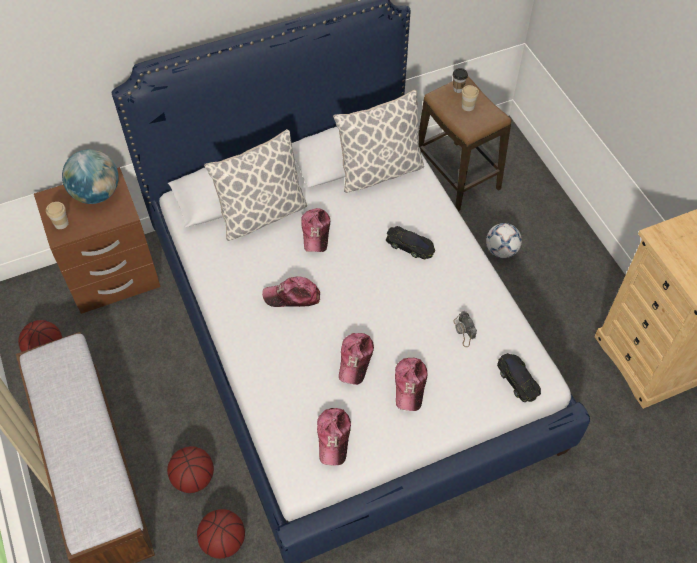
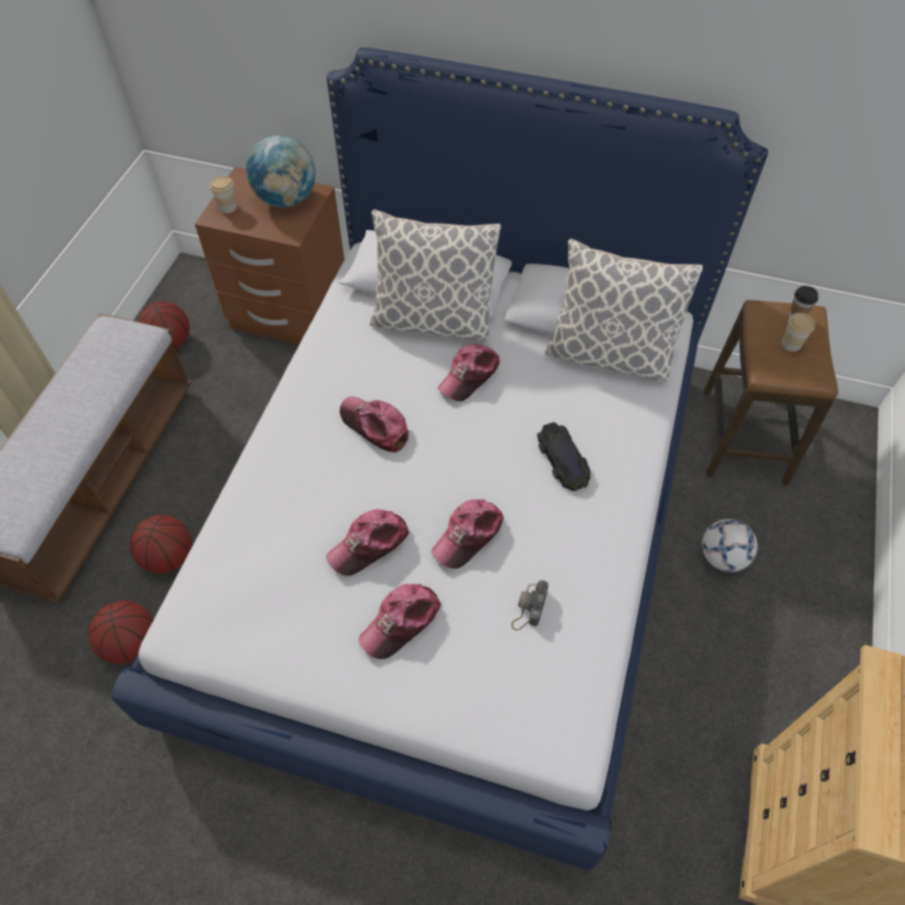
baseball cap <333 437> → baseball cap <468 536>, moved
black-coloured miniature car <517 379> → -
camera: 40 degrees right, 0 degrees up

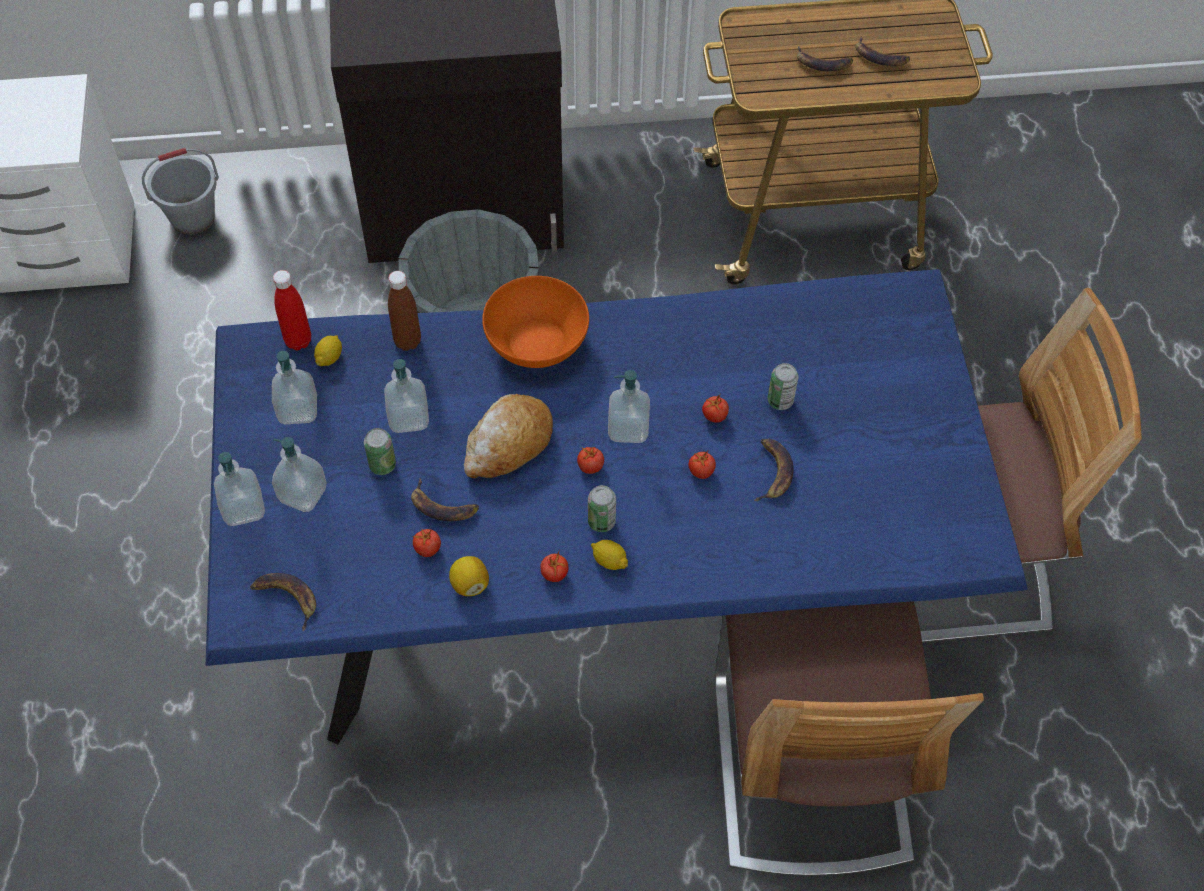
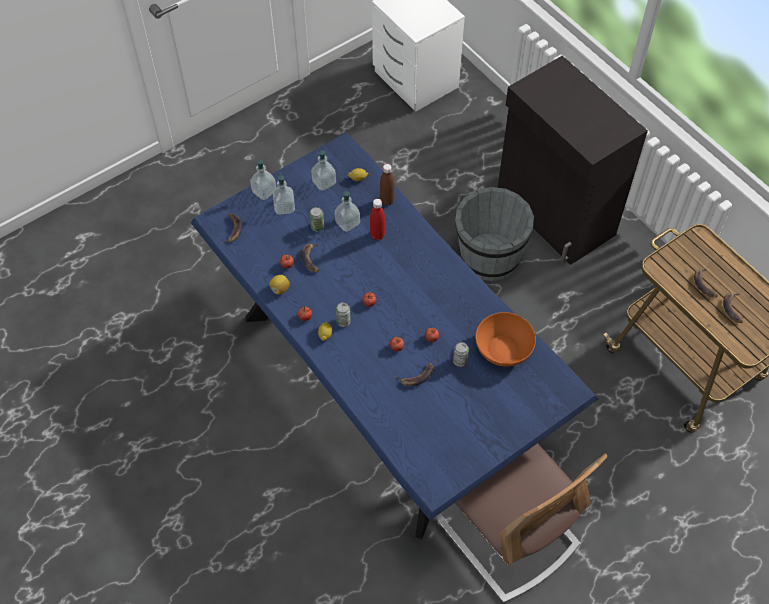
red beverage bottle <298 341> → red beverage bottle <377 235>, moved
orangey deep dish <537 342> → orangey deep dish <503 349>, moved
grey water bucket <193 217> → -
bakery bread <508 445> → -
soap bottle <628 428> → -
chair <809 766> → -
camera: 60 degrees right, 0 degrees up

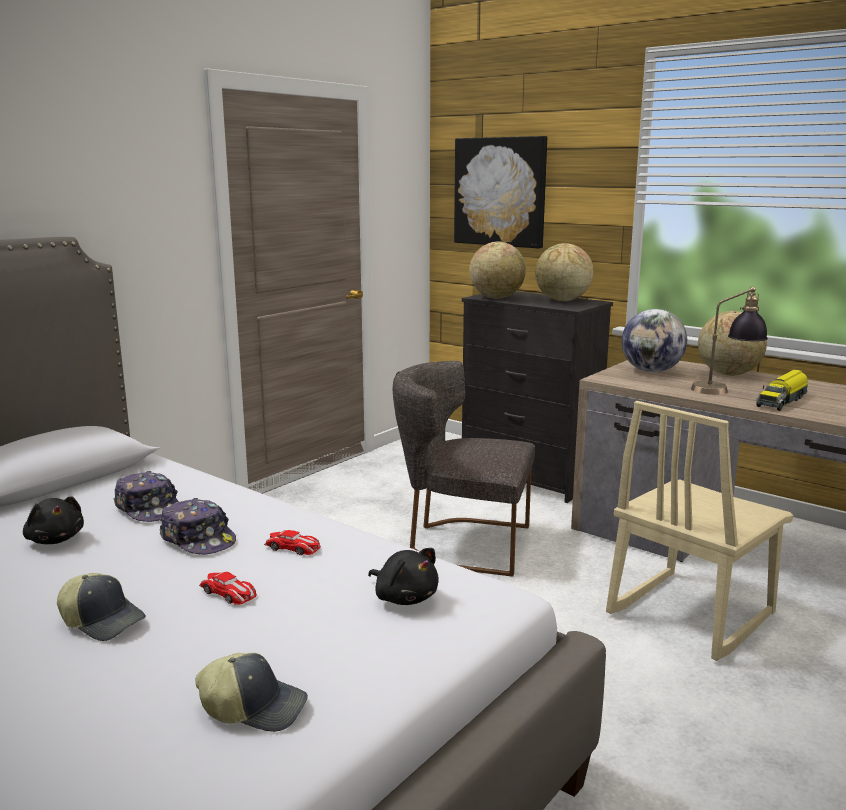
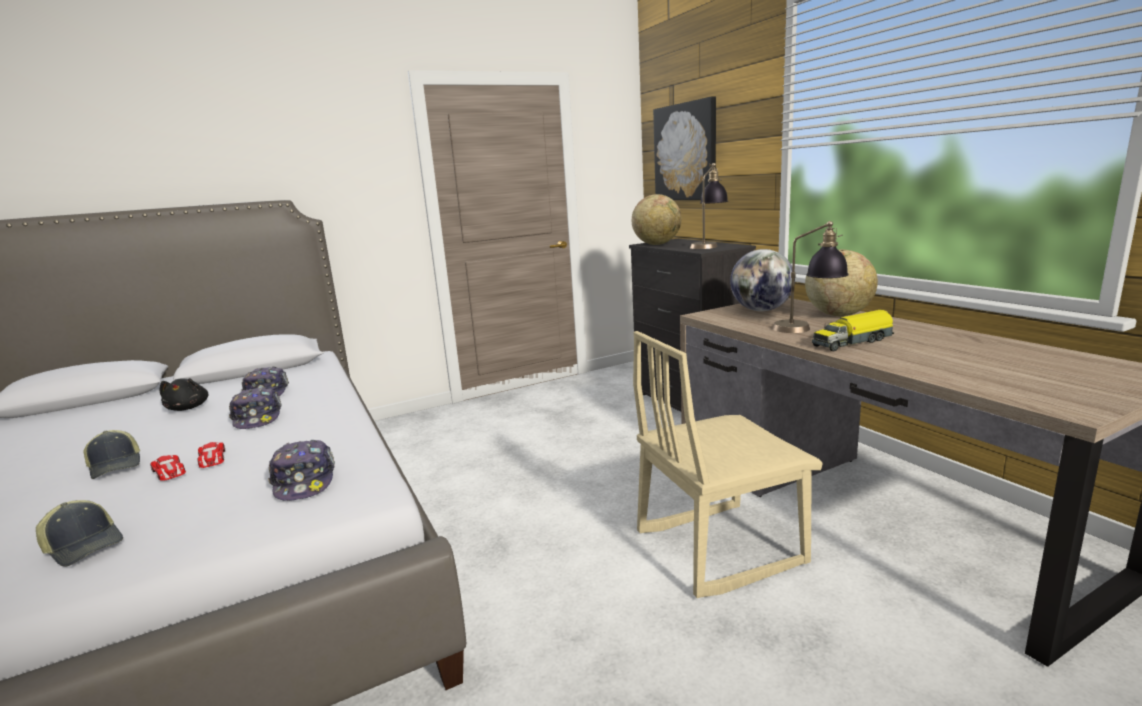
miniature car <293 547> → miniature car <169 471>, moved
black-coloured cuddly toy <404 597> → baseball cap <305 481>
globe <562 300> → table lamp <709 245>
grey chair <462 543> → -
camera: 25 degrees right, 0 degrees up

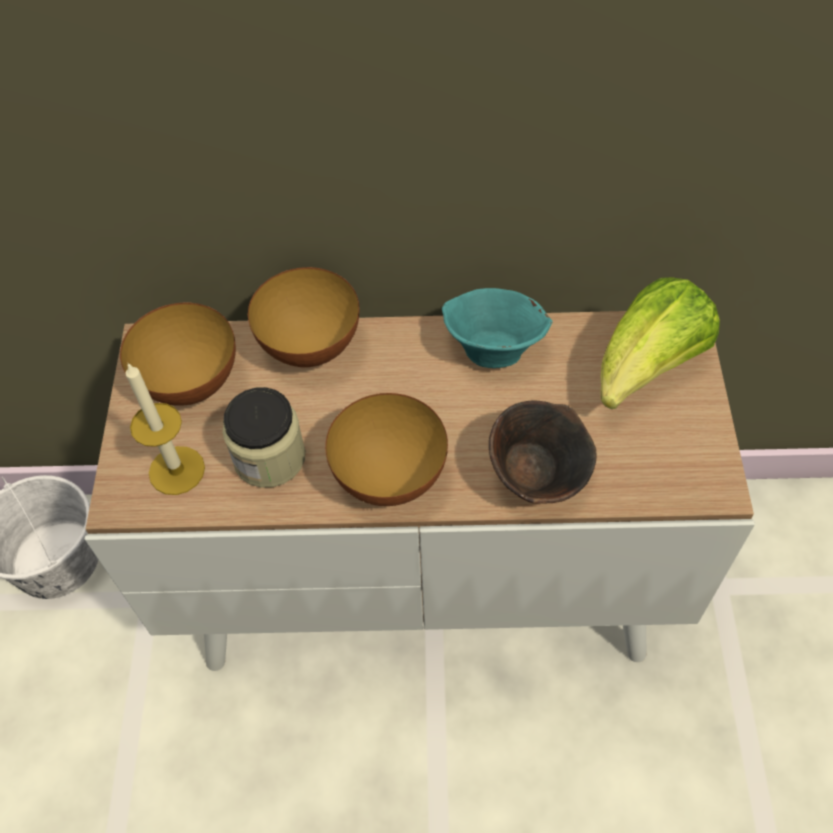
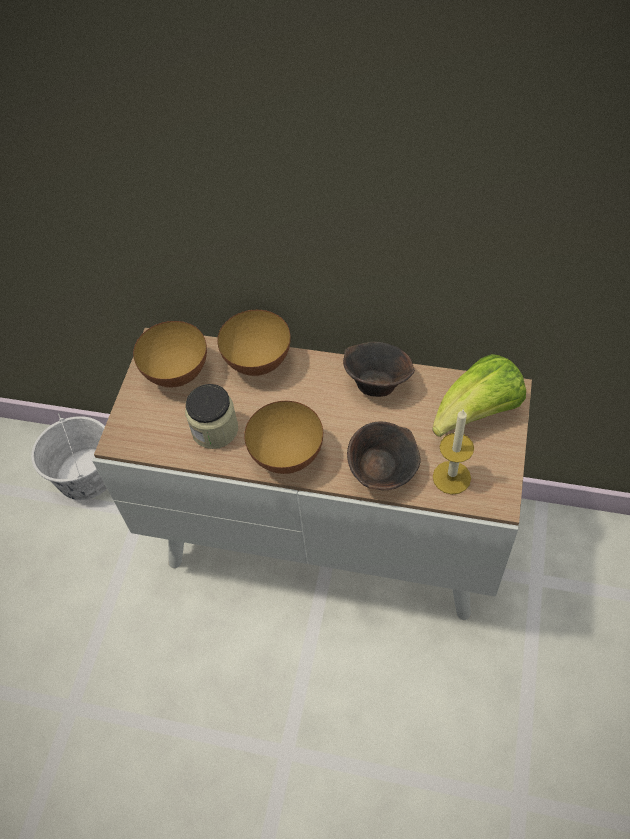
turquoise-coloured deep dish <492 348> → brownish deep dish <376 382>
candle <177 470> → candle <451 477>, moved
camera: 15 degrees right, 0 degrees up

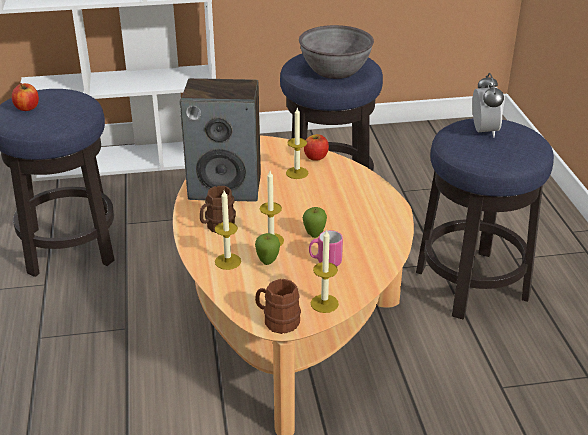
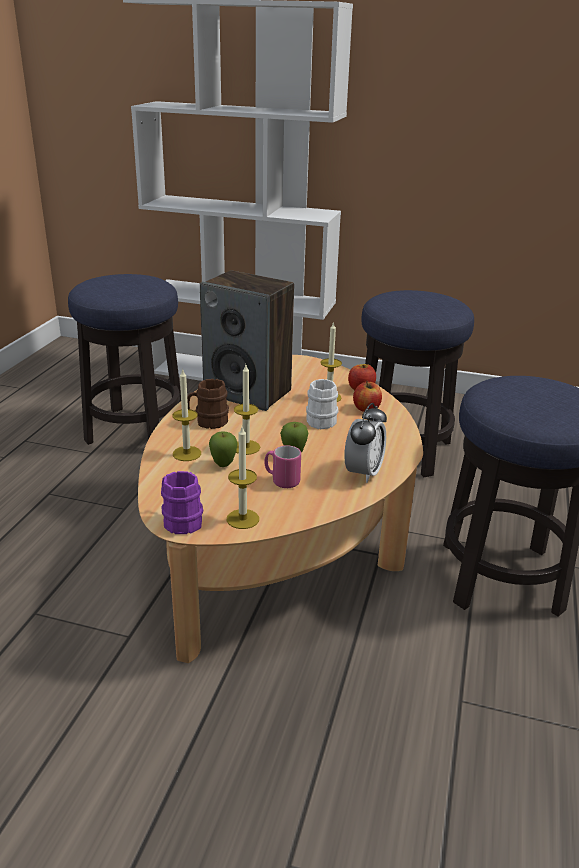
brownish coffee mug <277 321> → purple-coloured coffee mug <179 520>
- → white-coloured coffee mug <323 420>
bedside clock <483 131> → bedside clock <363 473>, moved
apple <27 108> → apple <366 408>, moved
grey deep dish <335 70> → -
camera: 25 degrees right, 5 degrees down

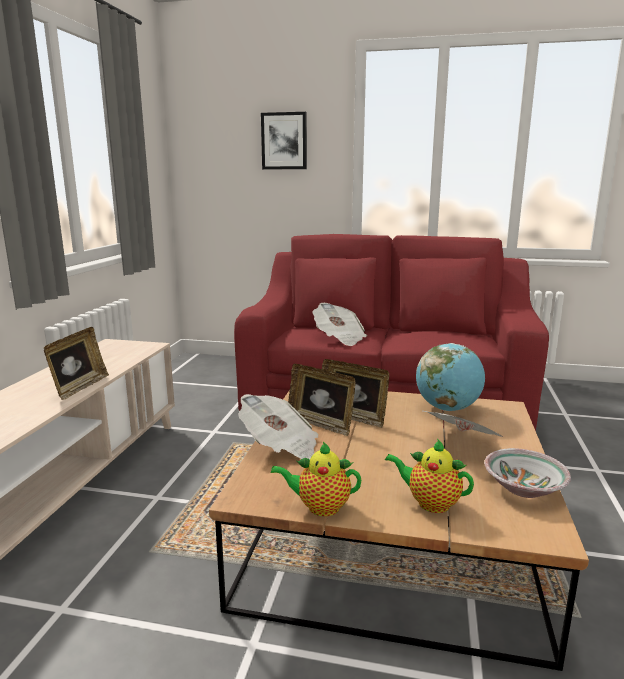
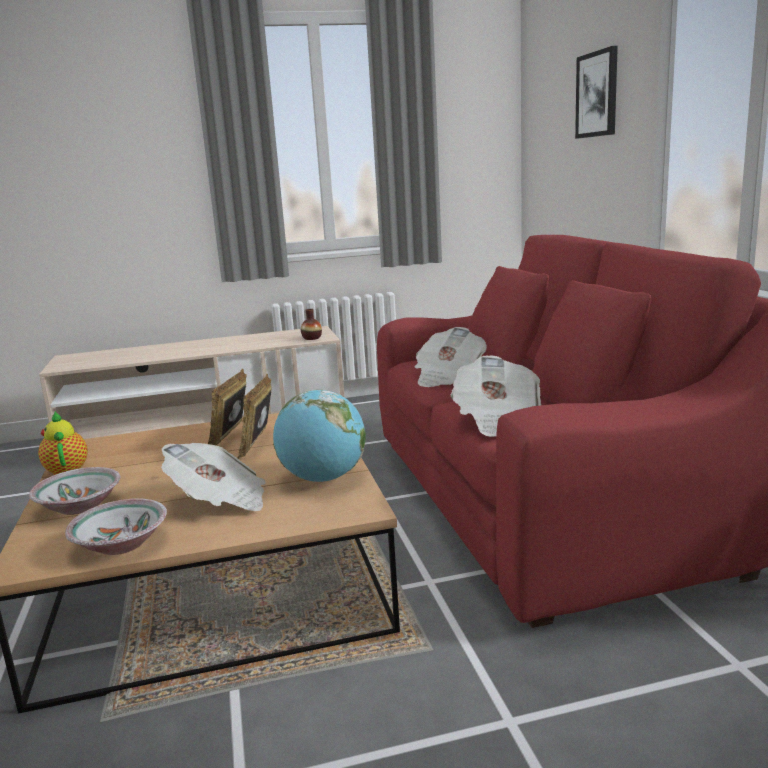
teapot <430 503> → deep dish <80 506>
- → vase <312 338>
newspaper <280 446> → newspaper <496 420>, moved
standing frame <79 387> → -
camera: 65 degrees right, 0 degrees up

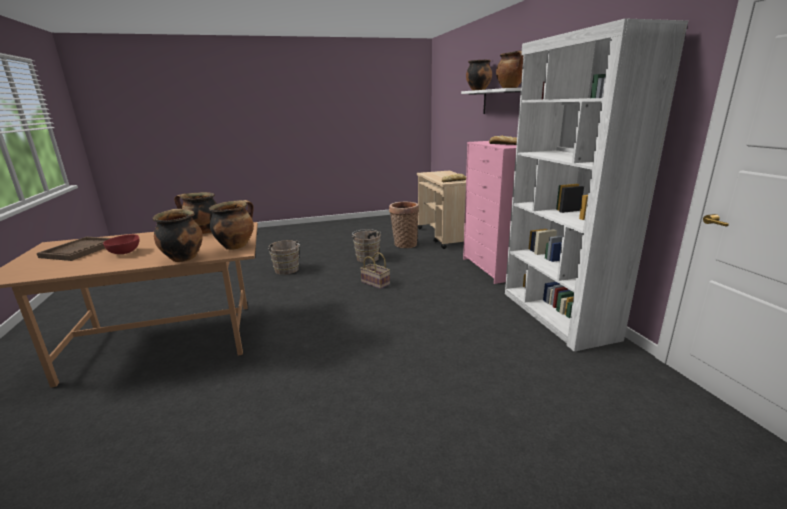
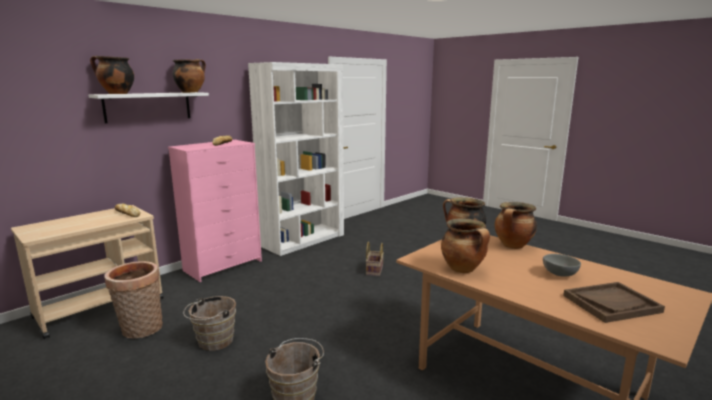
basket <376 283> → basket <374 270>, moved
red deep dish <126 252> → grey deep dish <558 274>
camera: 120 degrees left, 5 degrees down

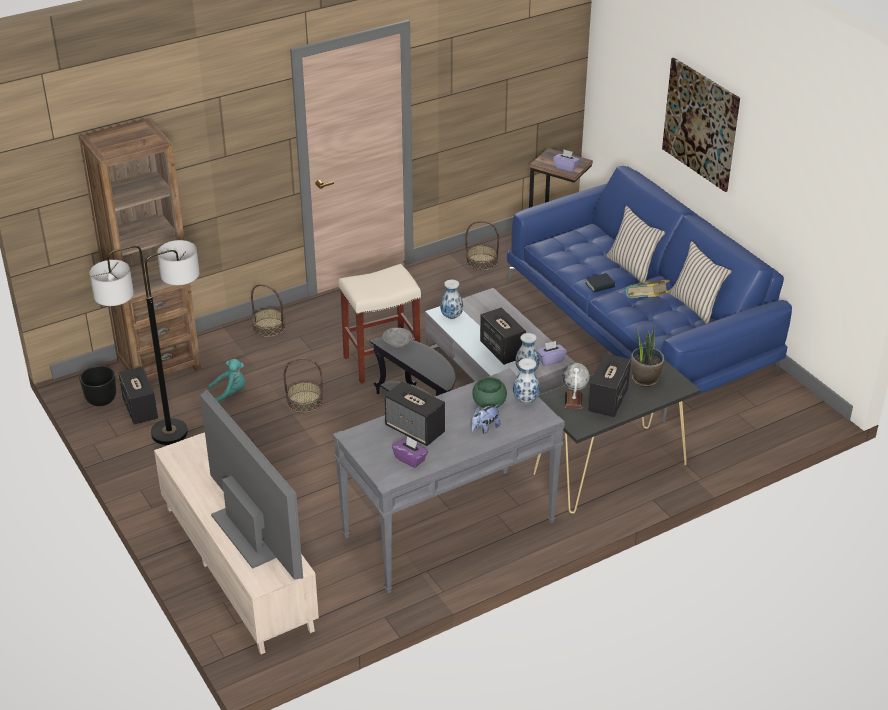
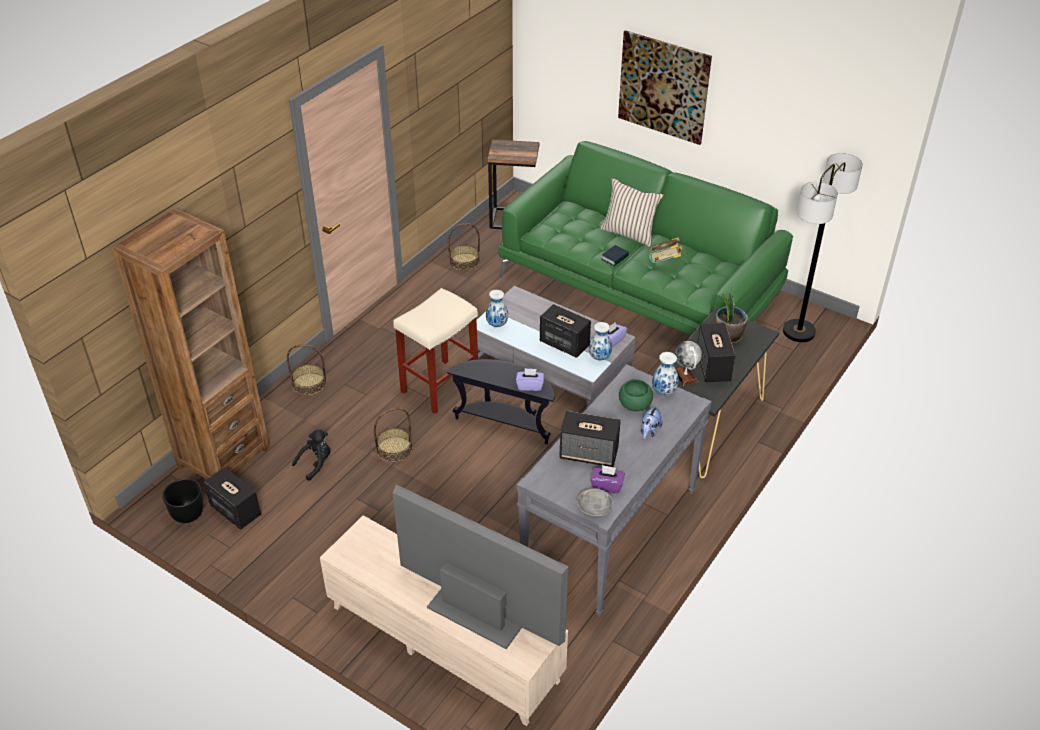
turquoise-coloured cuddly toy <230 393> → black-coloured cuddly toy <316 463>
blue-coloured sofa <639 328> → green sofa <640 286>
purple-coloured box of tissues <566 167> → purple-coloured box of tissues <530 386>, moved
grey deep dish <397 344> → grey deep dish <594 510>, moved
standard lamp <169 433> → standard lamp <799 331>, moved
beige pillow <696 306> → -
camera: 25 degrees left, 5 degrees up

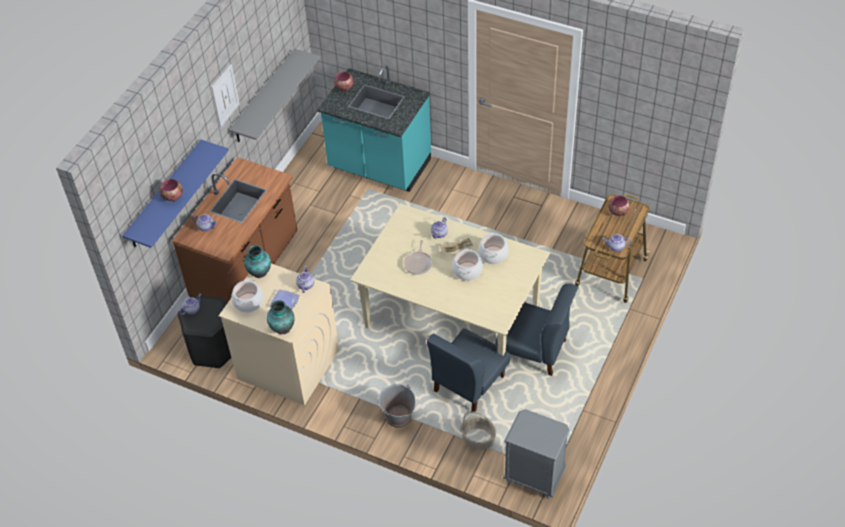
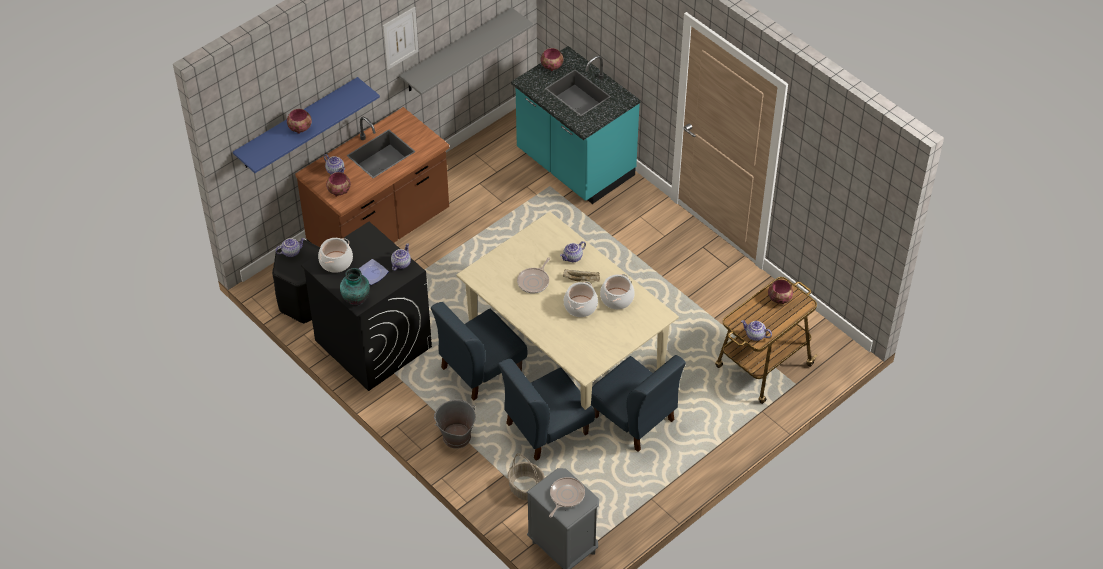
beige laundry machine <287 364> → black-coloured laundry machine <372 343>
- → deep dish <339 191>
- → blue-coloured chair <480 369>
- → pan <566 496>
vase <259 273> → -
camera: 20 degrees right, 0 degrees up

